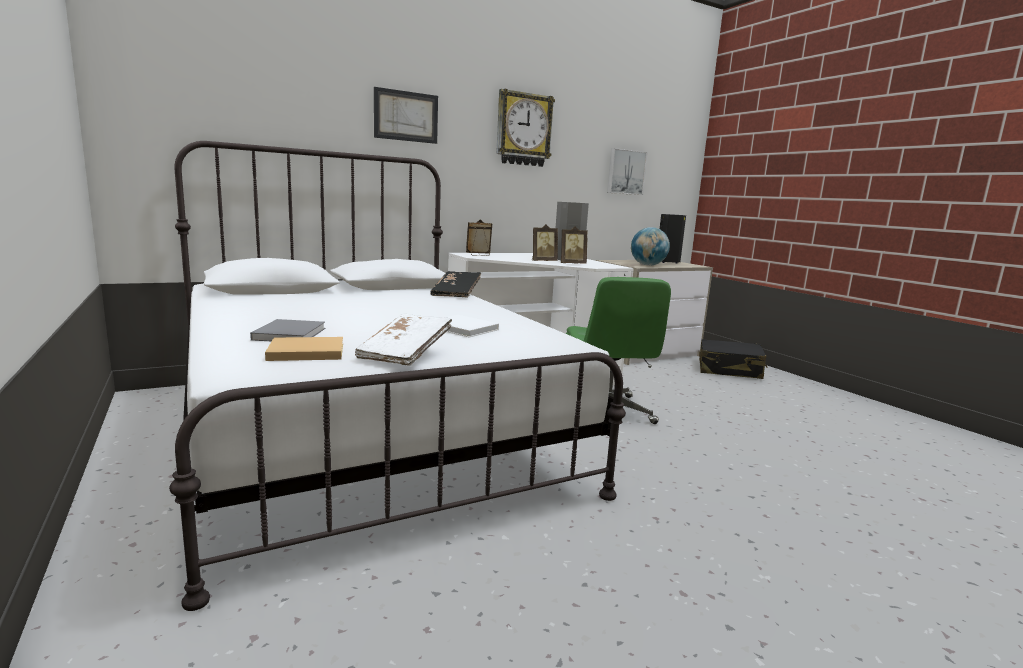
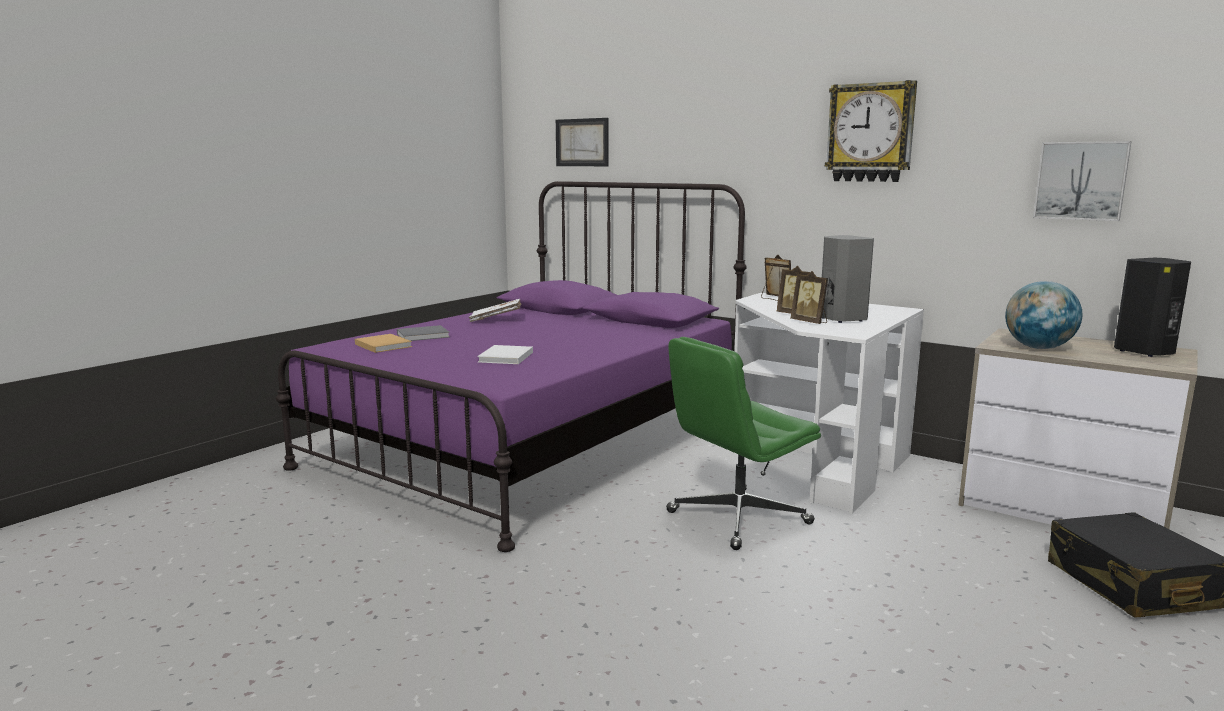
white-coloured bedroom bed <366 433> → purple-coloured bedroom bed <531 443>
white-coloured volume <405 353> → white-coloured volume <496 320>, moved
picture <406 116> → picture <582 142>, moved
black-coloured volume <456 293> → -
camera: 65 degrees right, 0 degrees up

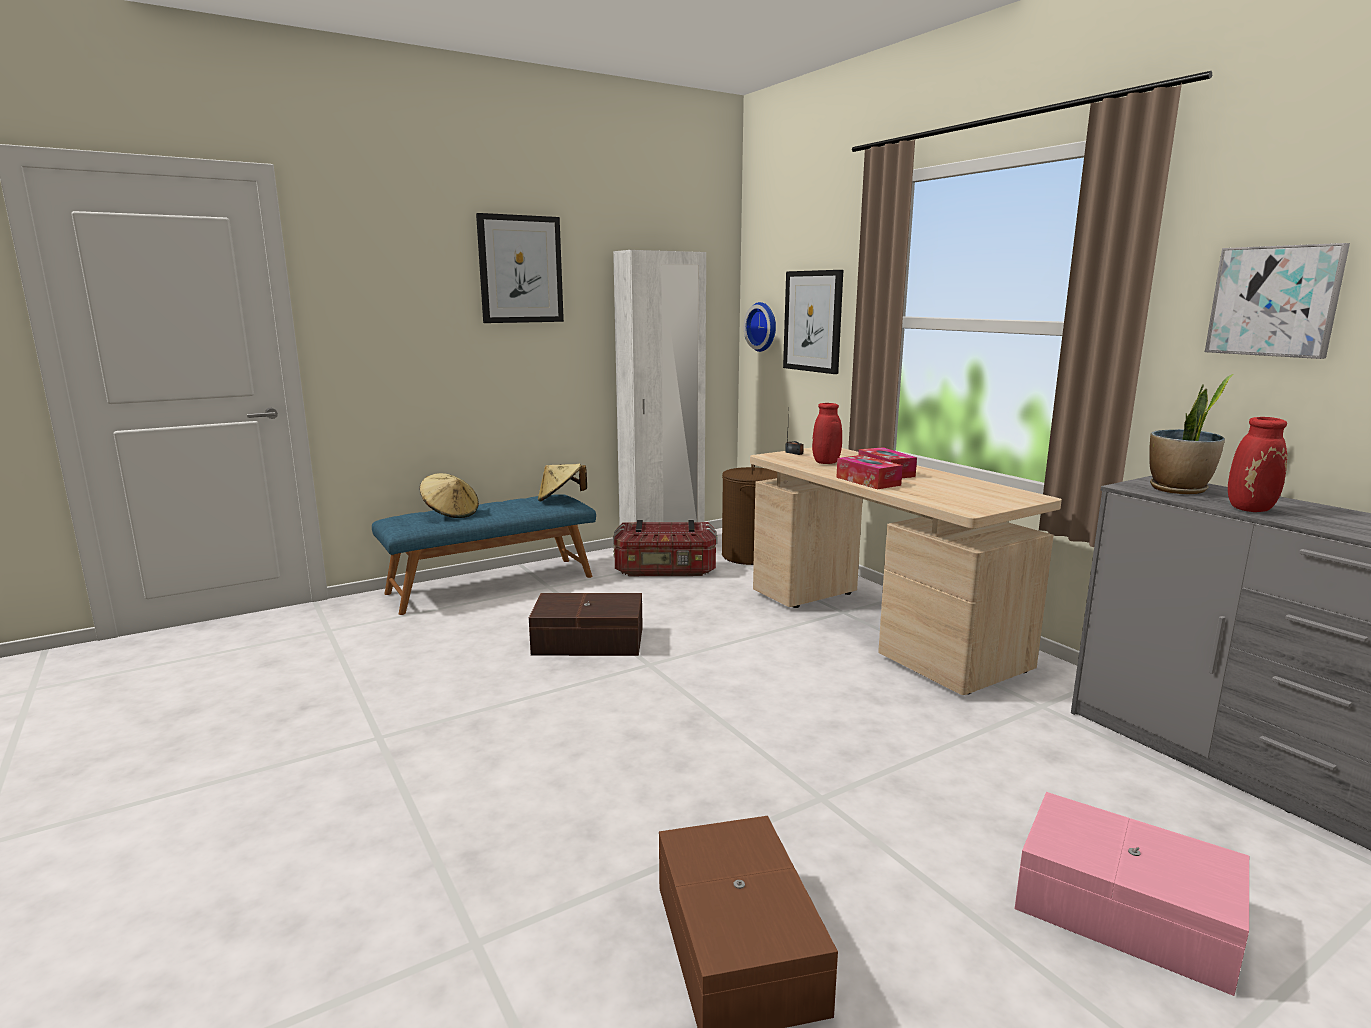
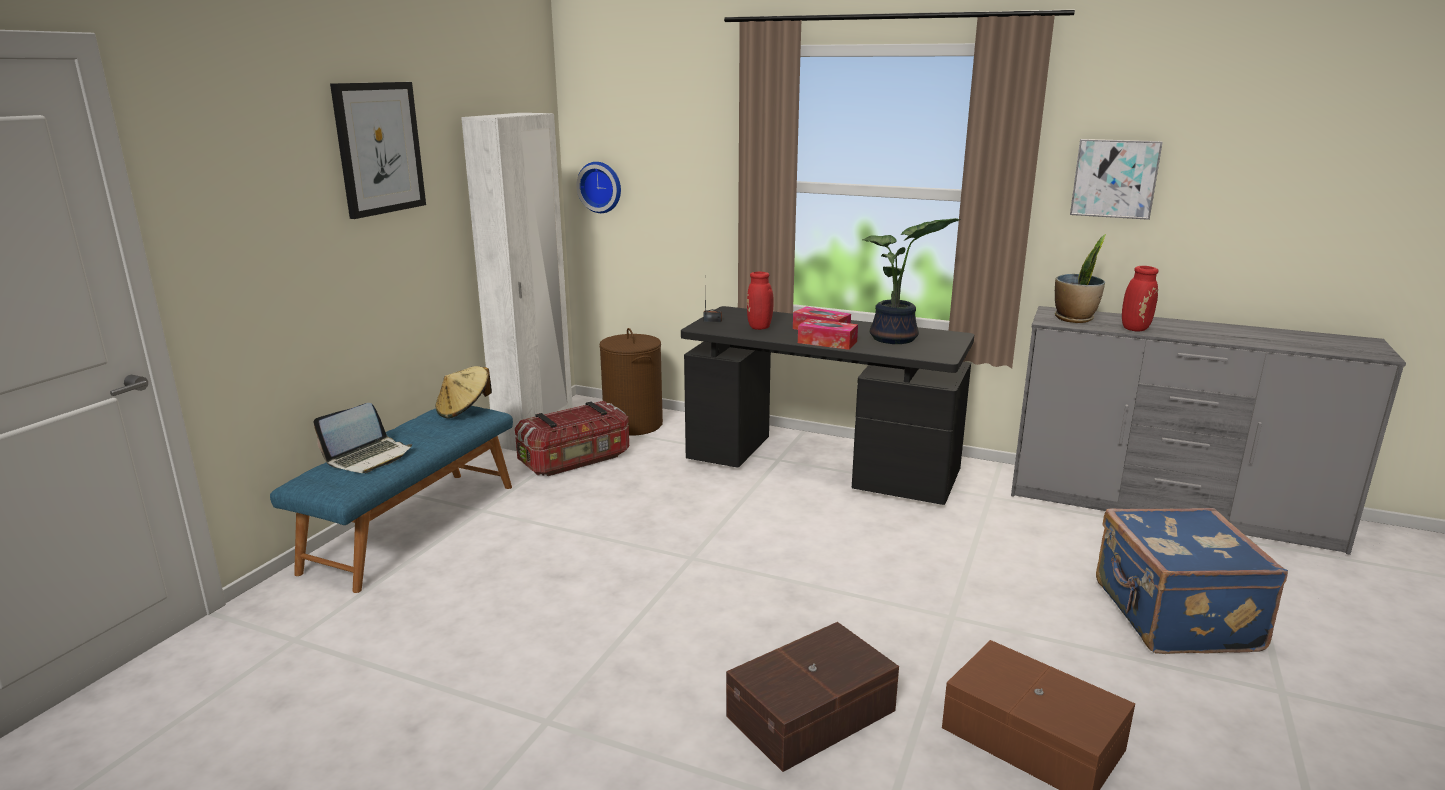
beige clothing hat <450 513> → notebook computer <369 457>
beige desk unit <877 628> → black-coloured desk unit <820 467>
brownish storage box <589 642> → brownish storage box <813 714>, moved
- → plant in a pot <896 339>
pink-coloured storage box <1126 914> → blue-coloured travel case <1172 617>
picture <813 321> → -
camera: 35 degrees left, 5 degrees up

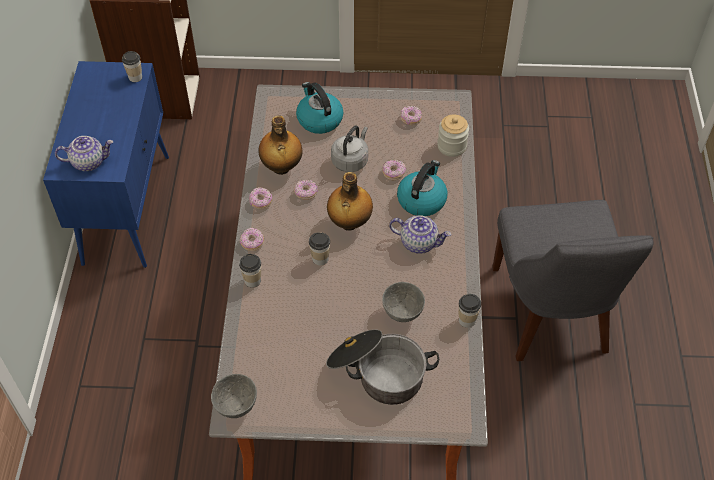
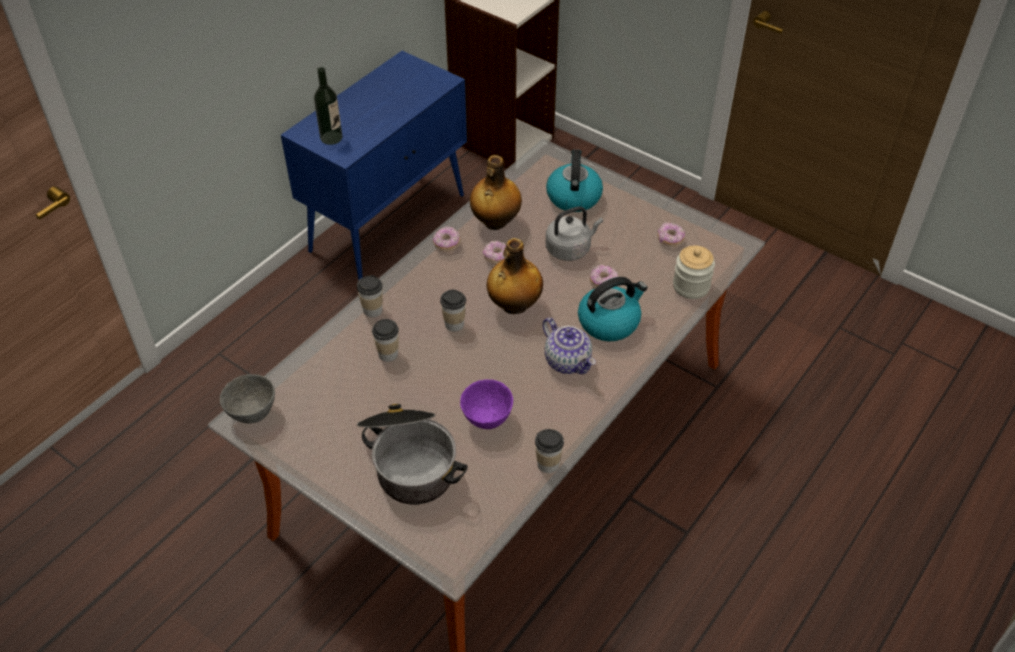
teapot <89 162> → beverage bottle <331 138>
small cup <135 77> → small cup <388 354>, moved
grey deep dish <403 313> → purple-coloured deep dish <488 419>
ring doughnut <252 243> → -
grey chair <551 314> → -
camera: 35 degrees right, 5 degrees down

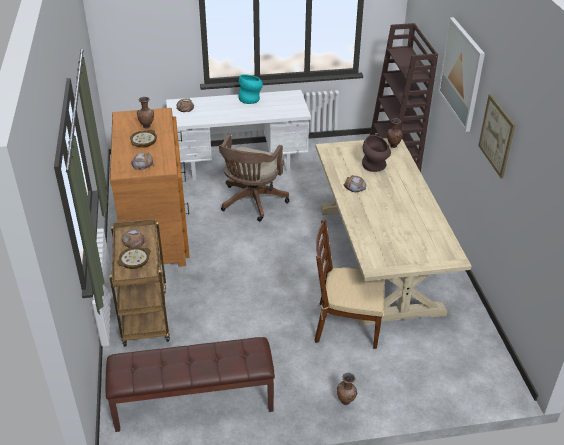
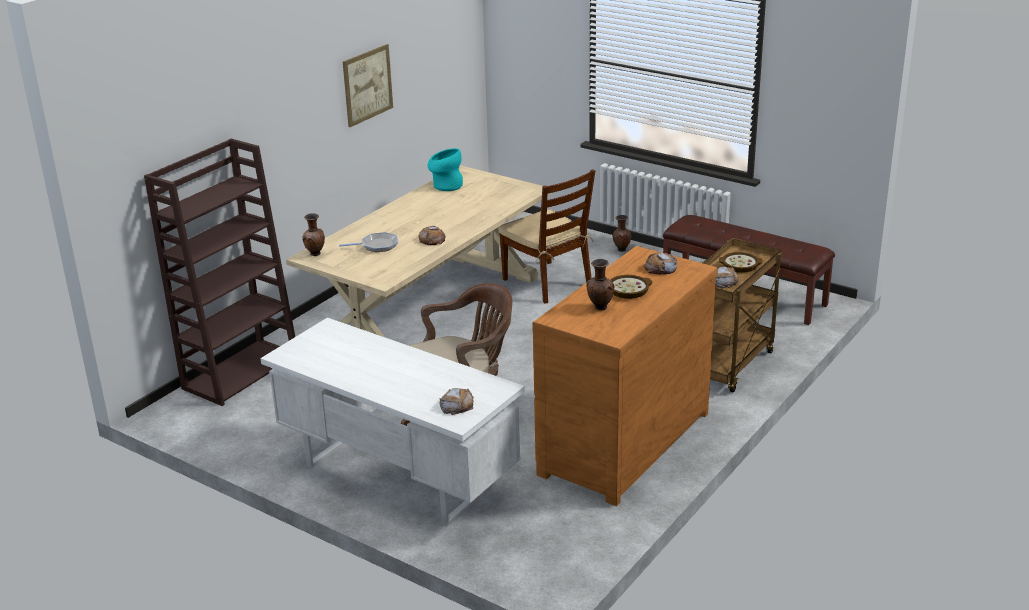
brownish vase <375 167> → pan <377 245>
turquoise-coloured vase <251 99> → turquoise-coloured vase <445 185>, moved
picture <461 73> → -
camera: 135 degrees left, 10 degrees down

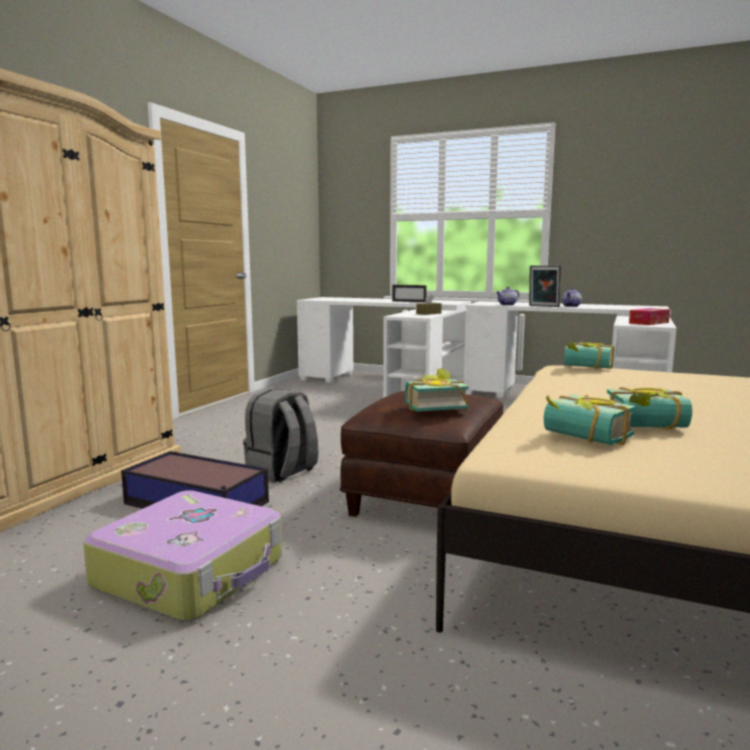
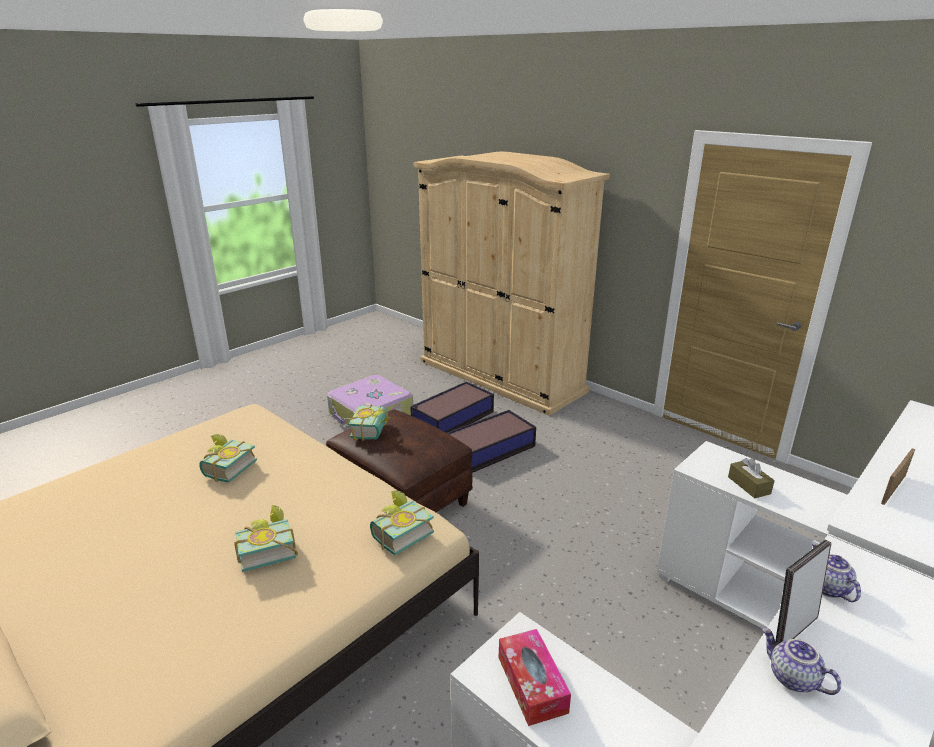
volume <583 439> → volume <266 550>, moved
grey rucksack <282 472> → storage box <488 450>
camera: 110 degrees right, 15 degrees up

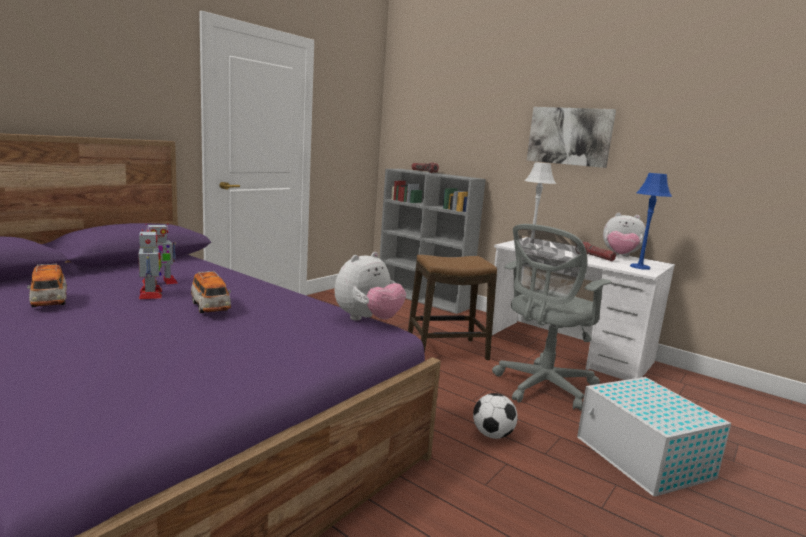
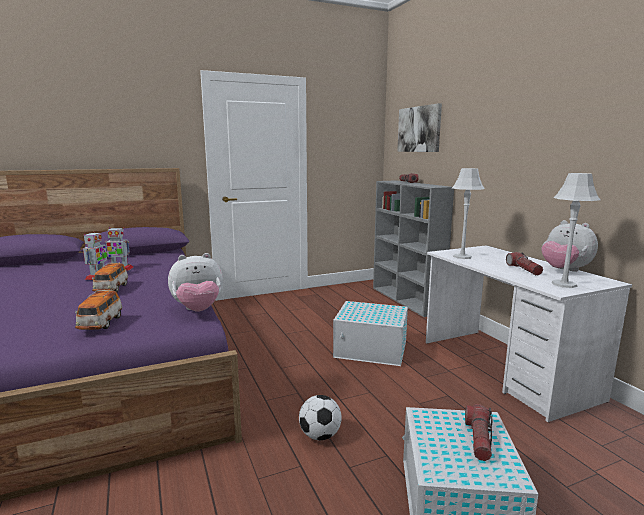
miniature car <49 301> → miniature car <101 324>, moved
stool seat <447 350> → white-coloured storage box <372 350>
picture <569 136> → picture <419 129>, moved
- → torch <479 439>
blue-coloured table lamp <640 267> → grey table lamp <564 284>
grey desk chair <541 387> → -
camera: 30 degrees right, 0 degrees up

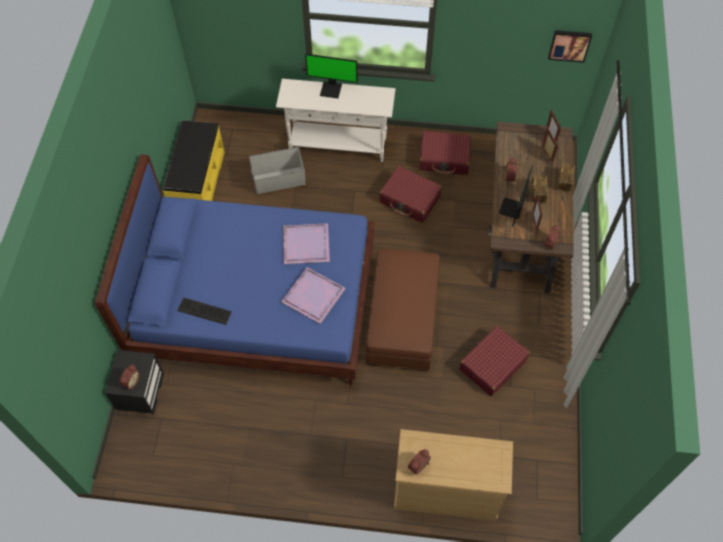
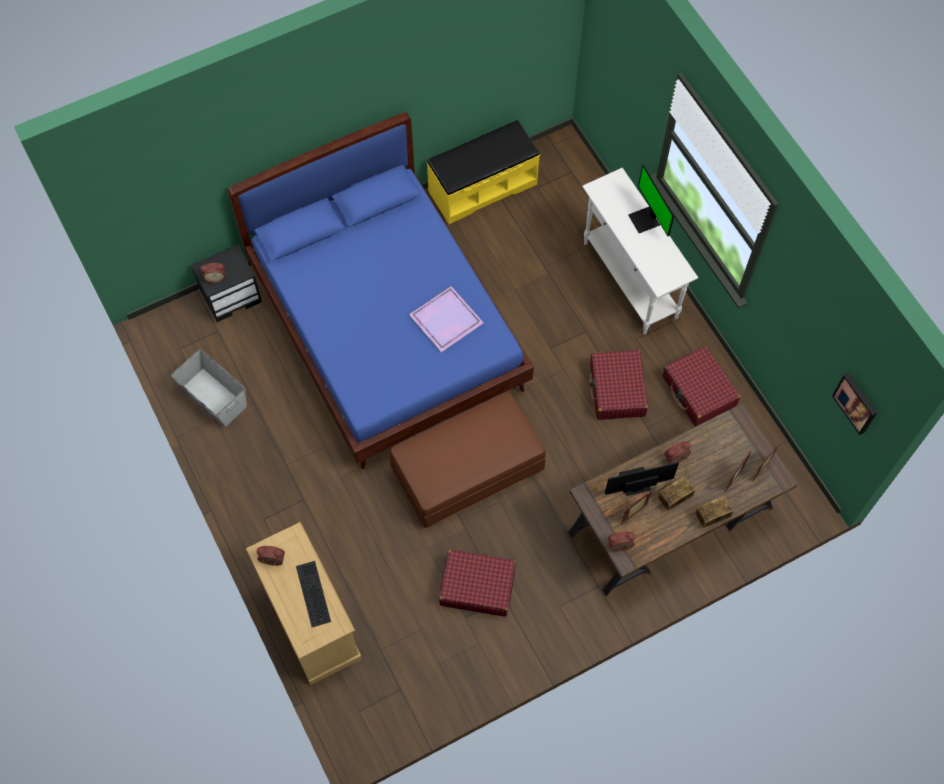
grey storage box <278 180> → grey storage box <214 396>, moved
keyboard <203 312> → keyboard <311 593>, moved
purple-coloured serving tray <312 296> → -
camera: 55 degrees right, 5 degrees up

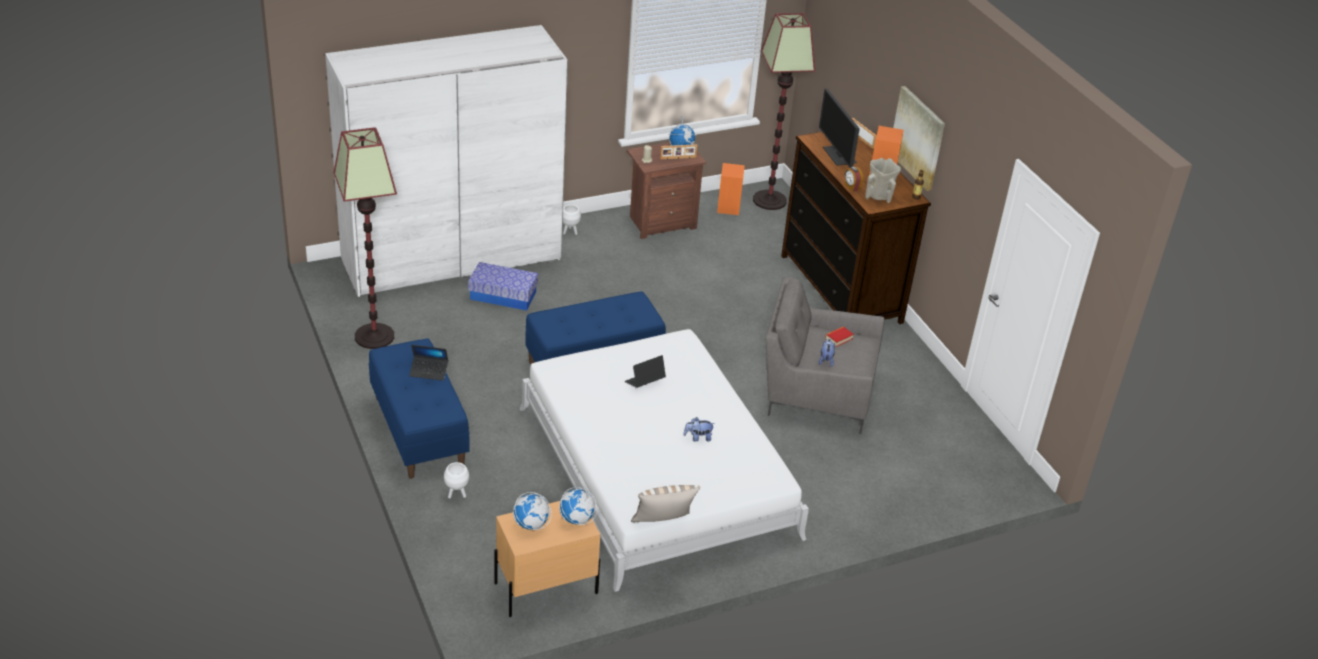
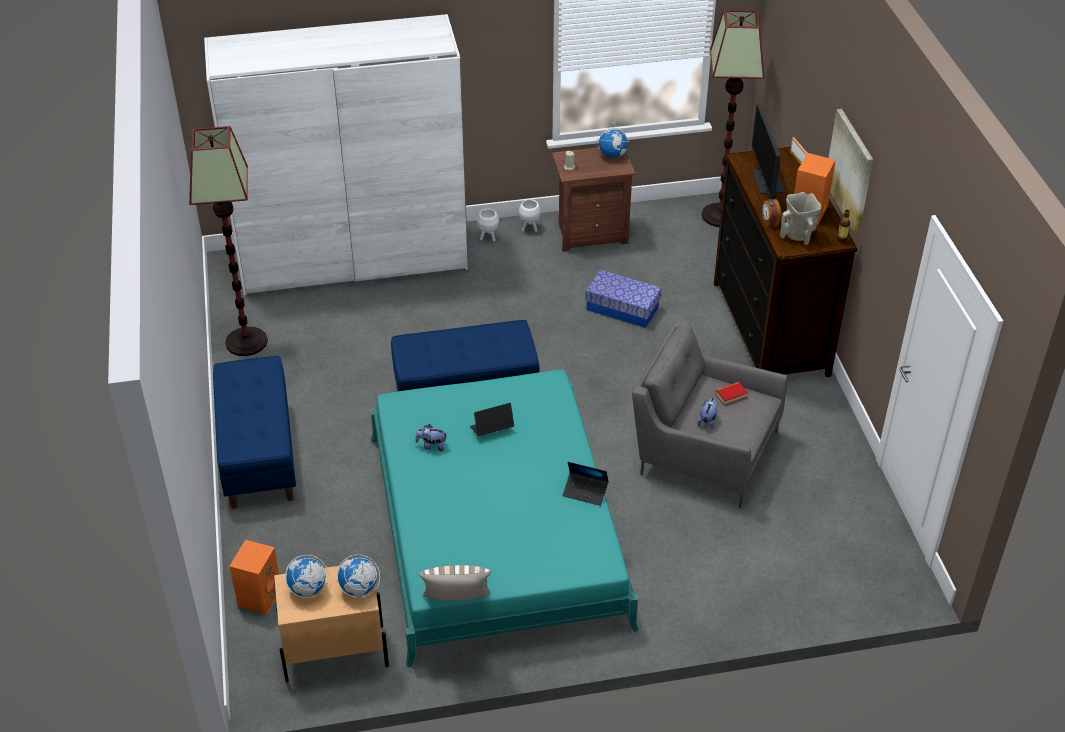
orangey audio speaker <728 206> → orangey audio speaker <259 596>, moved
white-coloured bedroom bed <657 471> → turquoise-coloured bedroom bed <496 529>
cuddly toy <698 438> → cuddly toy <432 446>, moved
white-coloured plant pot <456 494> → white-coloured plant pot <529 228>, moved
notebook computer <429 371> → notebook computer <585 492>, moved
storage box <503 295> → storage box <622 308>, moved
standing frame <678 158> → -
camera: 15 degrees right, 5 degrees up

